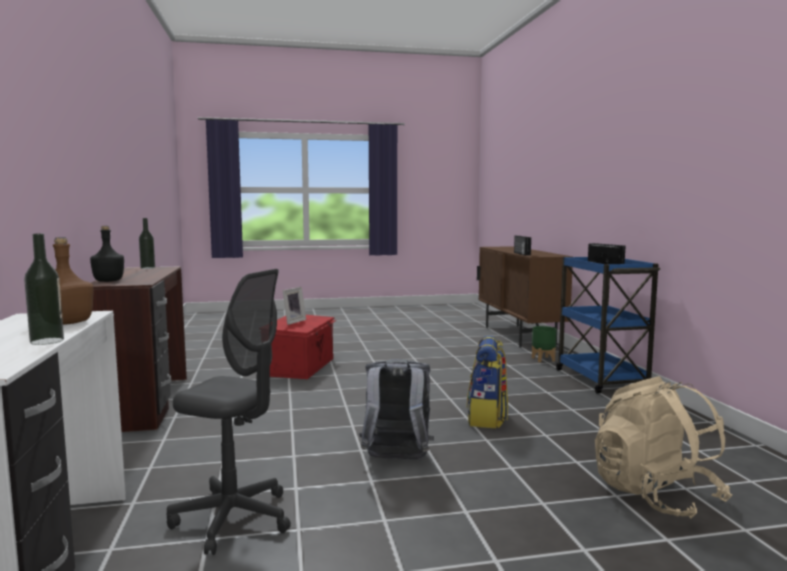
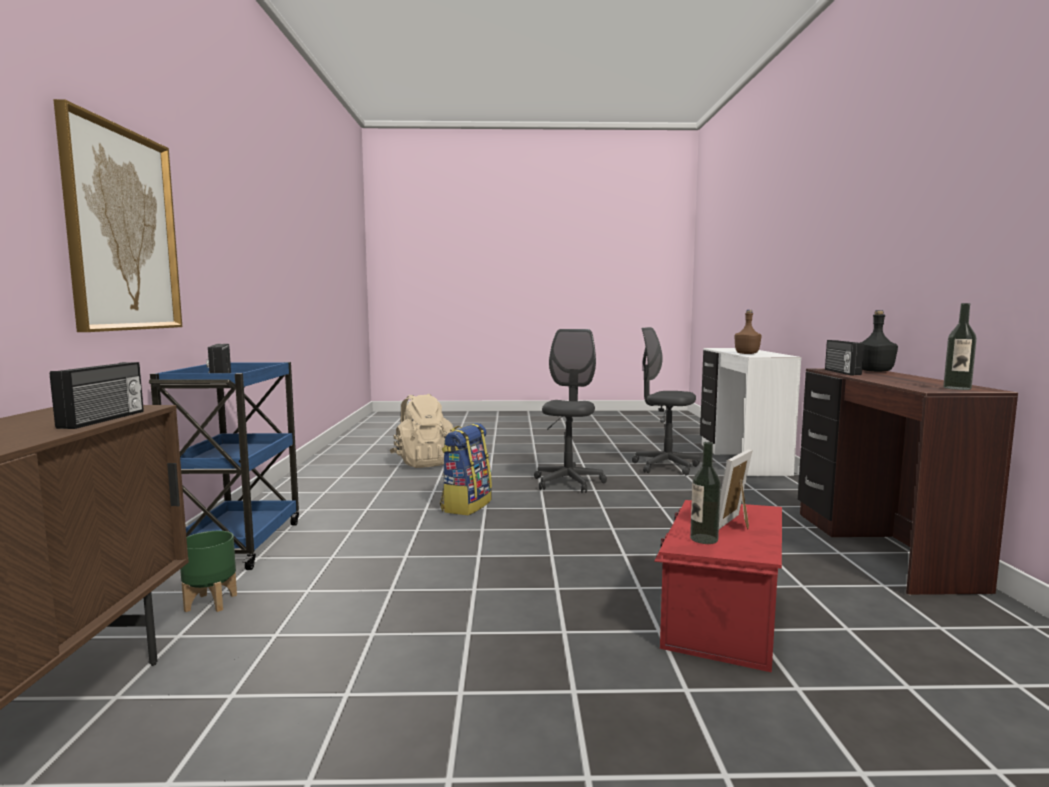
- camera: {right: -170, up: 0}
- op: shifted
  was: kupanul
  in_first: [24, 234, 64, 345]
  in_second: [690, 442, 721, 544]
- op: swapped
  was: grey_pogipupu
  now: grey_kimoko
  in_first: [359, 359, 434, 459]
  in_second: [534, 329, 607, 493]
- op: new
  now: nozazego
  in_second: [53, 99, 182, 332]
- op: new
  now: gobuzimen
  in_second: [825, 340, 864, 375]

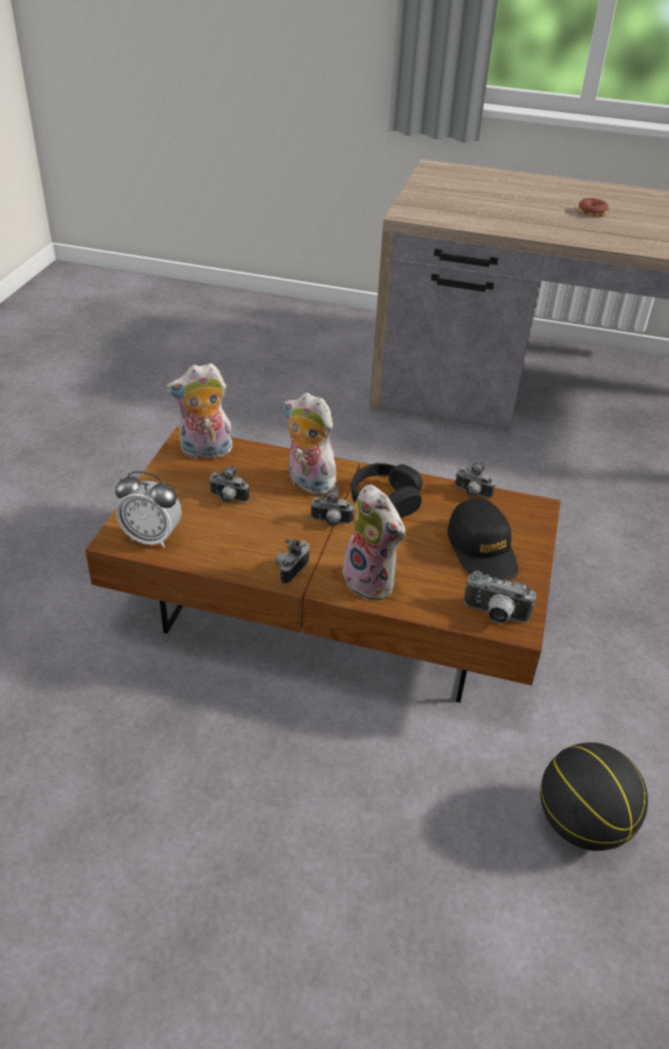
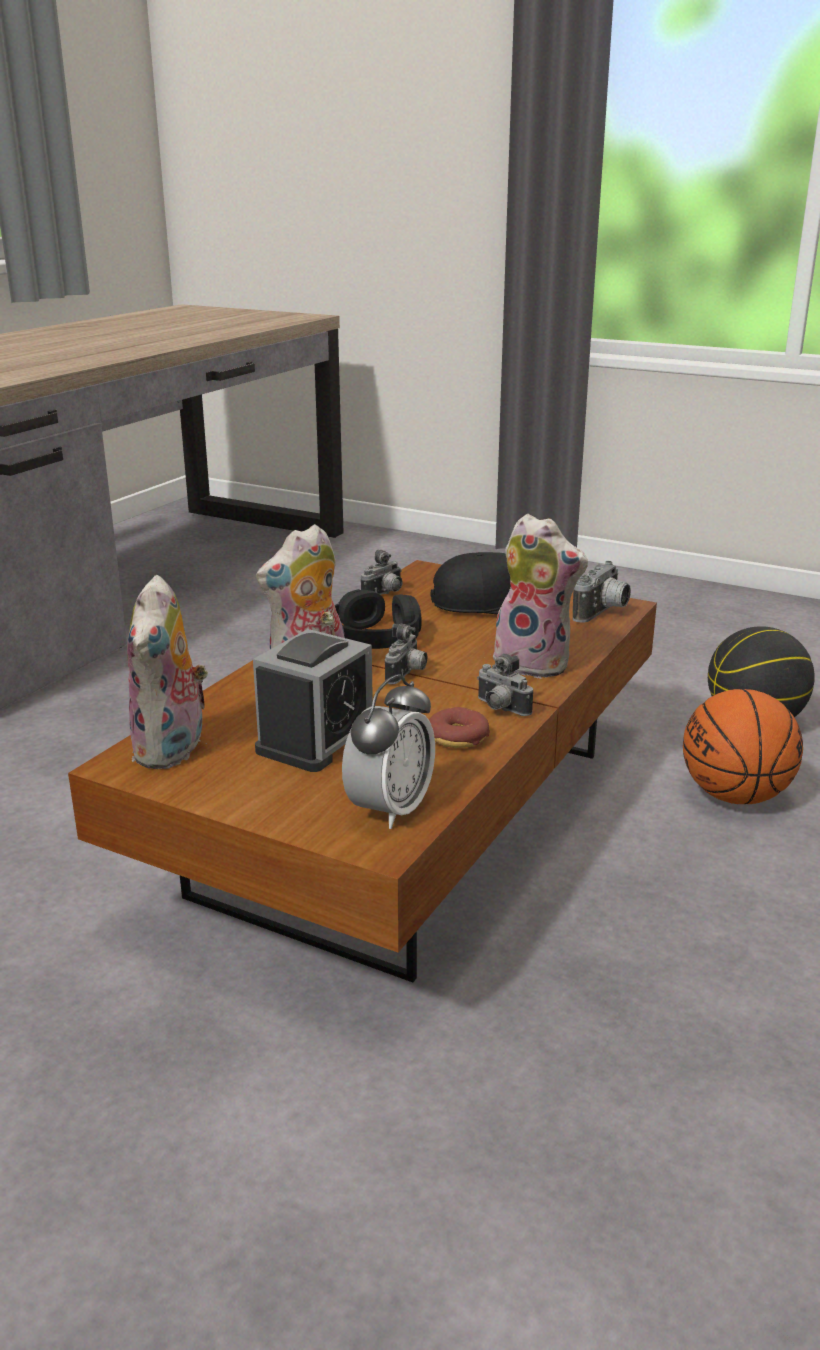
- camera: {right: -75, up: -15}
- op: swapped
  was: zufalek
  now: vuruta
  in_first: [209, 466, 249, 503]
  in_second: [253, 629, 373, 772]
- op: rotated
  was: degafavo
  in_first: [343, 485, 405, 601]
  in_second: [489, 514, 588, 679]
  clockwise: 60
- op: shifted
  was: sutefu
  in_first: [579, 198, 609, 217]
  in_second: [429, 707, 490, 748]
- op: new
  now: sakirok
  in_second: [683, 689, 803, 804]

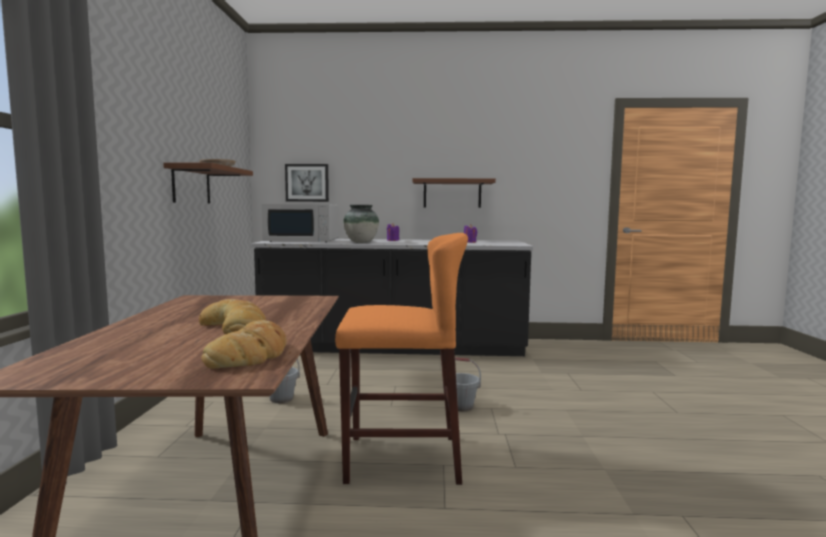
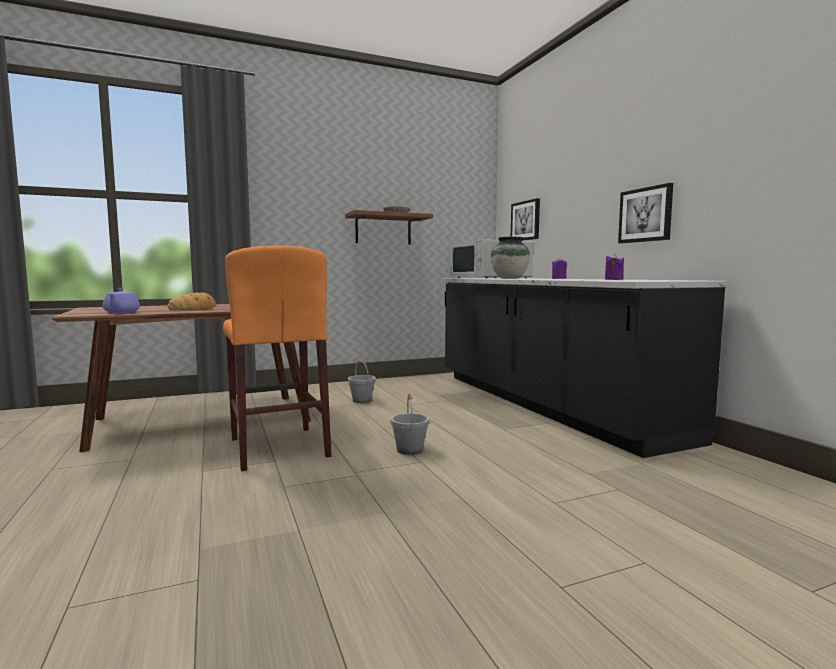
- camera: {right: 65, up: 0}
- op: swapped
  was: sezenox
  now: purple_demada
  in_first: [201, 320, 287, 369]
  in_second: [103, 288, 140, 313]
- op: swapped
  was: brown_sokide
  now: nozazego
  in_first: [412, 178, 496, 208]
  in_second: [618, 183, 673, 243]

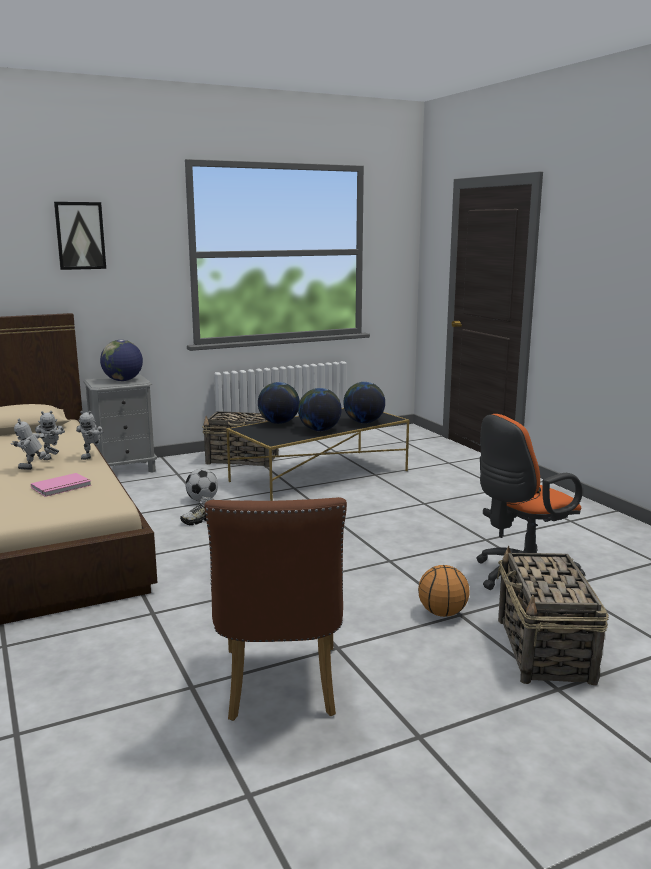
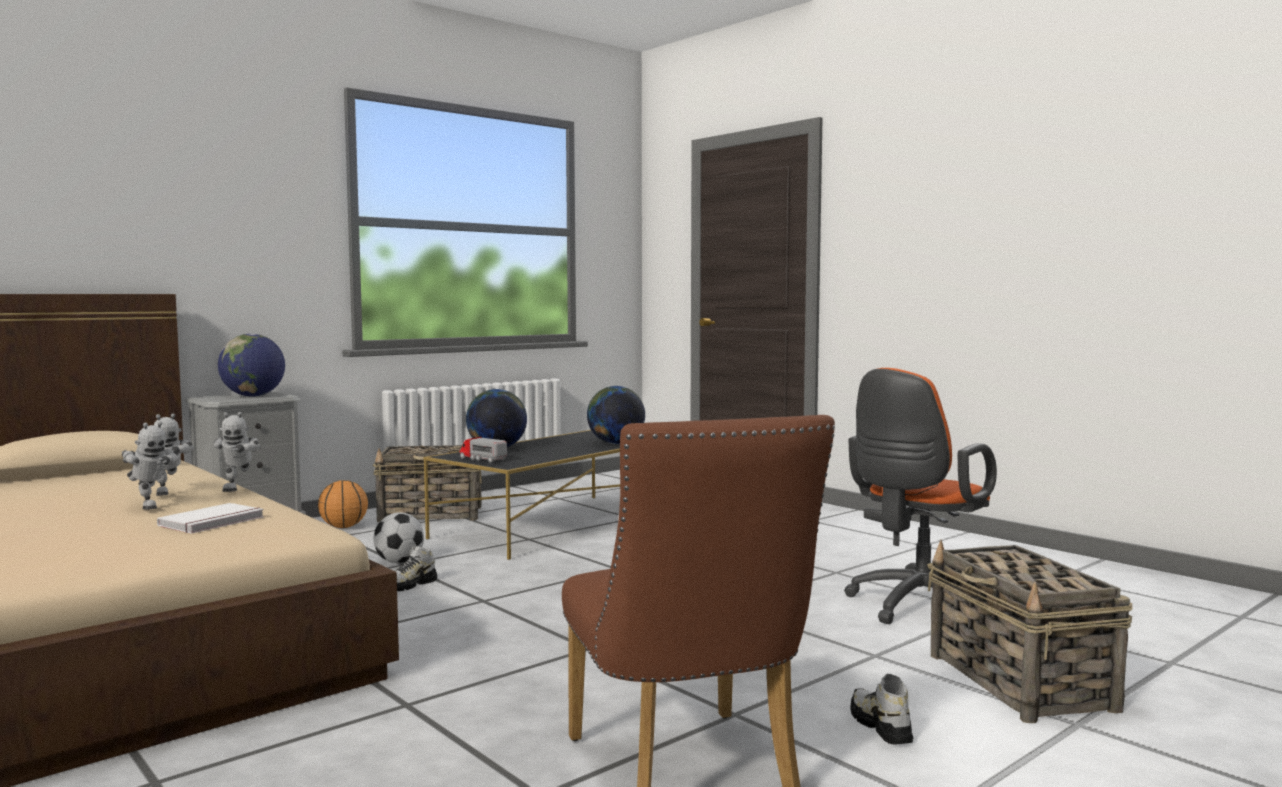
- camera: {right: -15, up: -10}
- op: rotated
  was: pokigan
  in_first: [11, 419, 59, 470]
  in_second: [121, 421, 180, 510]
  clockwise: -105
- op: repainted
  was: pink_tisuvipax
  now: white_tisuvipax
  in_first: [31, 473, 91, 497]
  in_second: [157, 503, 264, 534]
- op: gone
  was: nozazego
  in_first: [54, 202, 106, 270]
- op: gone
  was: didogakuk
  in_first: [298, 388, 342, 431]
- op: shifted
  was: sakirok
  in_first: [418, 565, 470, 617]
  in_second: [318, 480, 368, 528]
- op: new
  now: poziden
  in_second: [460, 437, 507, 463]
- op: new
  now: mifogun
  in_second: [850, 674, 913, 745]

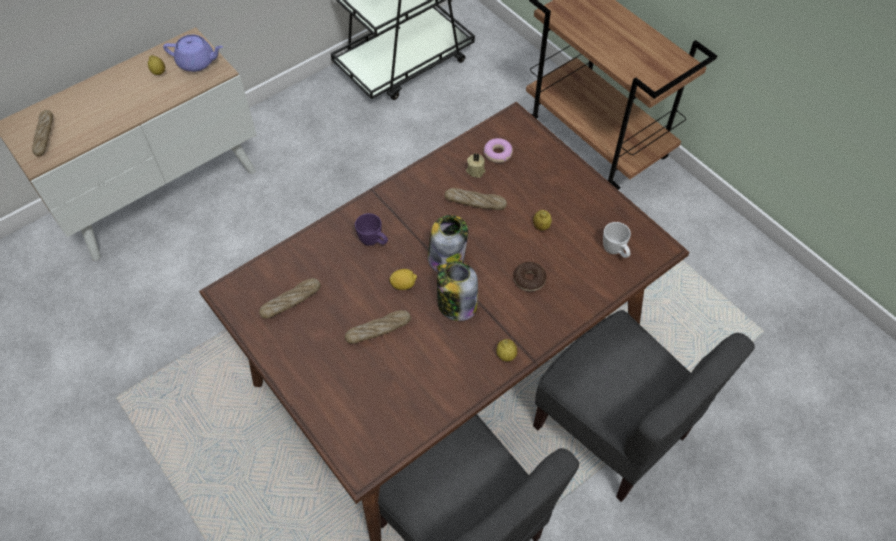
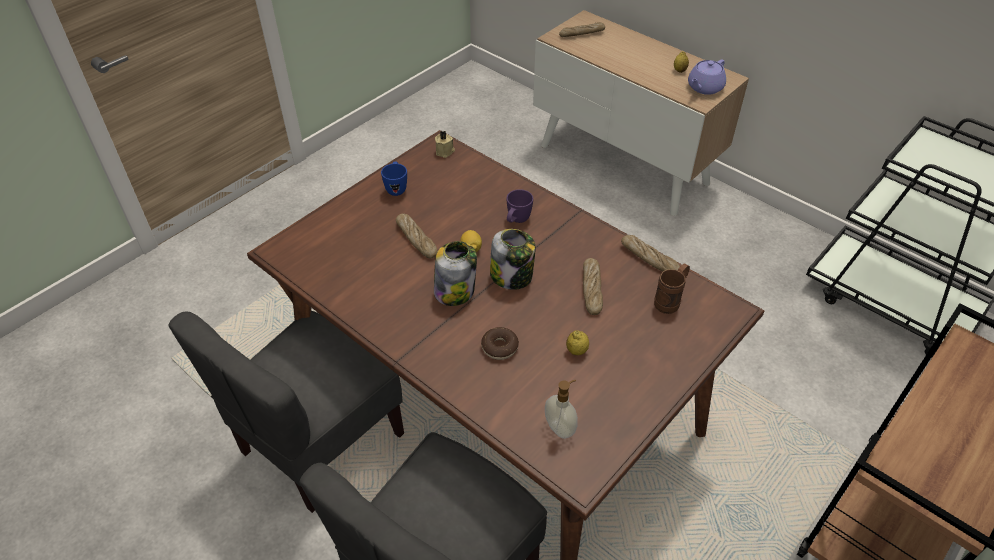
- camera: {right: 80, up: -10}
- op: rotated
  was: purple_demada
  in_first: [163, 35, 223, 72]
  in_second: [688, 59, 726, 95]
  clockwise: 45
- op: shifted
  was: sezenox
  in_first: [259, 278, 321, 319]
  in_second: [621, 235, 680, 272]
- op: shifted
  was: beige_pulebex
  in_first: [466, 153, 485, 178]
  in_second: [435, 131, 455, 158]
- op: swapped
  was: sutefu
  now: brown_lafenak
  in_first: [484, 138, 513, 163]
  in_second: [654, 263, 690, 314]
- op: gone
  was: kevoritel
  in_first: [497, 339, 517, 361]
- op: swapped
  was: white_lafenak
  now: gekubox
  in_first: [603, 222, 631, 258]
  in_second: [545, 380, 578, 439]
- op: new
  now: blue_lafenak
  in_second: [381, 161, 407, 196]

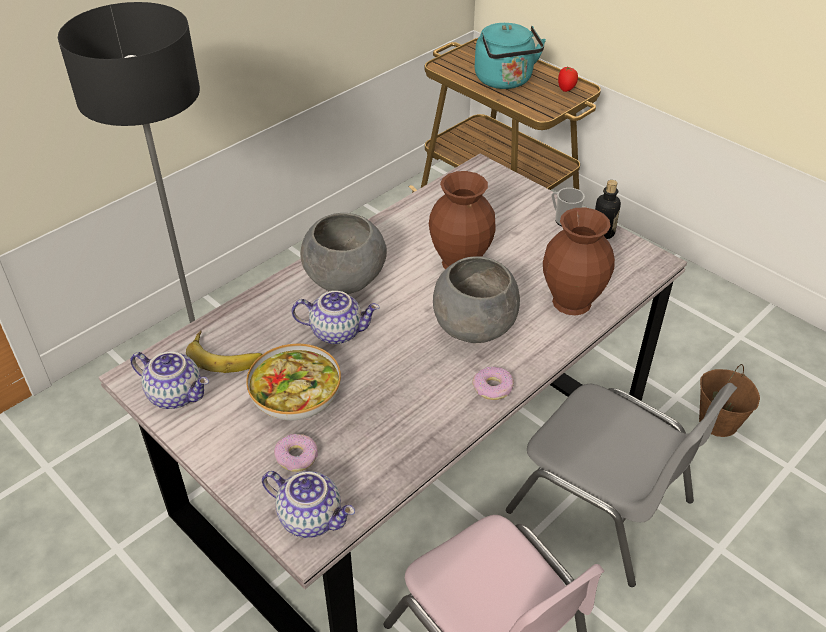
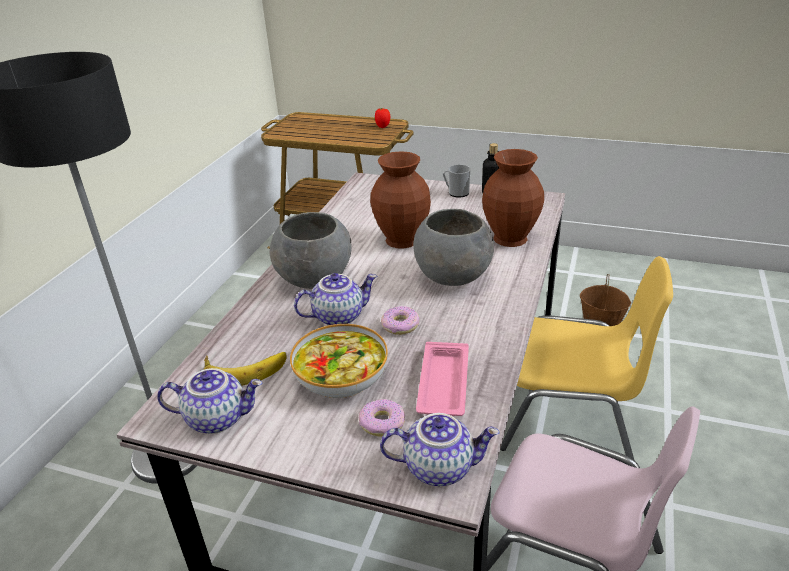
- camera: {right: -25, up: -10}
- op: shifted
  was: sutefu
  in_first: [472, 367, 514, 400]
  in_second: [381, 306, 419, 335]
- op: gone
  was: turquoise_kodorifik
  in_first: [475, 23, 546, 89]
- op: repainted
  was: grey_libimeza
  now: yellow_libimeza
  in_first: [506, 383, 737, 587]
  in_second: [500, 256, 673, 461]
- op: new
  now: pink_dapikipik
  in_second: [416, 342, 469, 416]

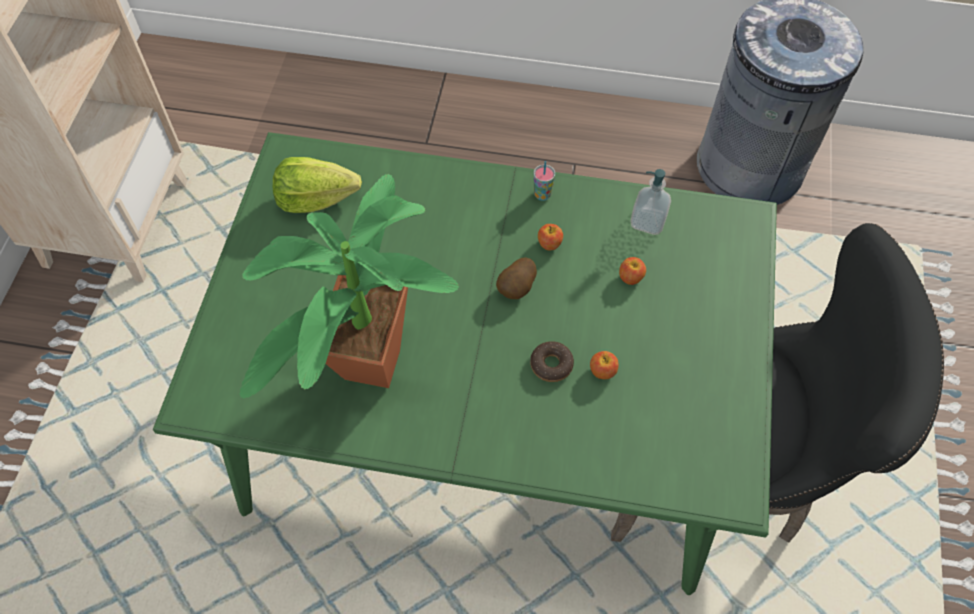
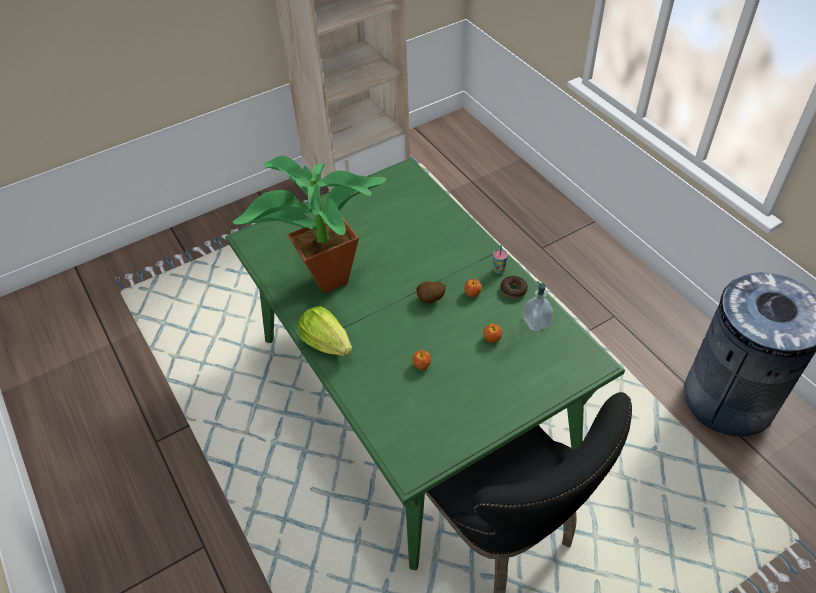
- camera: {right: 50, up: -10}
- op: shifted
  was: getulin
  in_first: [273, 157, 362, 213]
  in_second: [298, 306, 352, 356]
- op: shifted
  was: sutefu
  in_first: [530, 341, 574, 382]
  in_second: [500, 276, 528, 299]

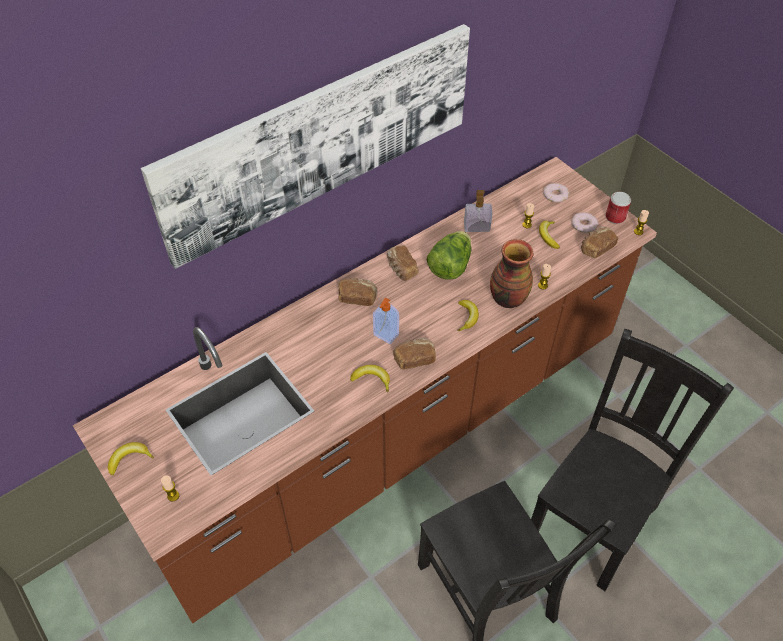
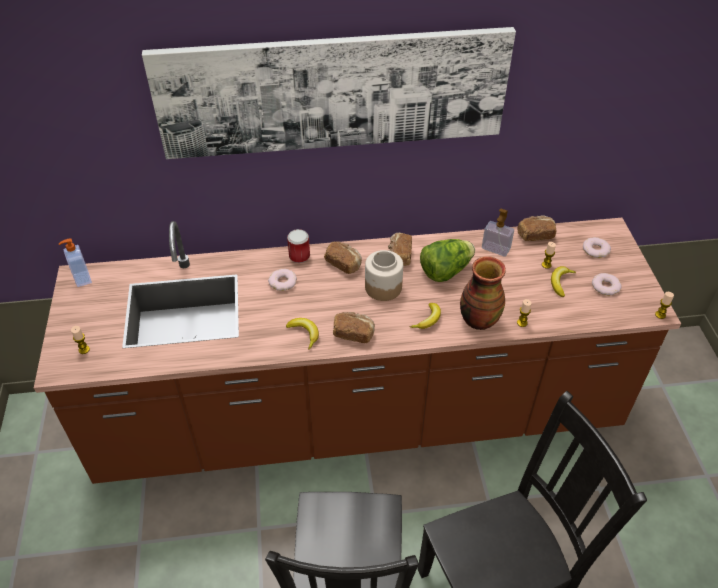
- camera: {right: 30, up: -5}
- op: gone
  was: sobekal
  in_first: [108, 442, 154, 475]
- op: shifted
  was: gekubox
  in_first: [373, 298, 399, 344]
  in_second: [59, 238, 92, 287]
- op: shifted
  was: sezenox
  in_first: [581, 227, 618, 258]
  in_second: [518, 216, 556, 241]
- op: shifted
  was: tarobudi
  in_first: [606, 192, 631, 224]
  in_second: [287, 229, 310, 263]
- op: new
  now: sutefu
  in_second: [268, 269, 297, 291]
- op: new
  now: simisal
  in_second: [365, 250, 403, 301]

